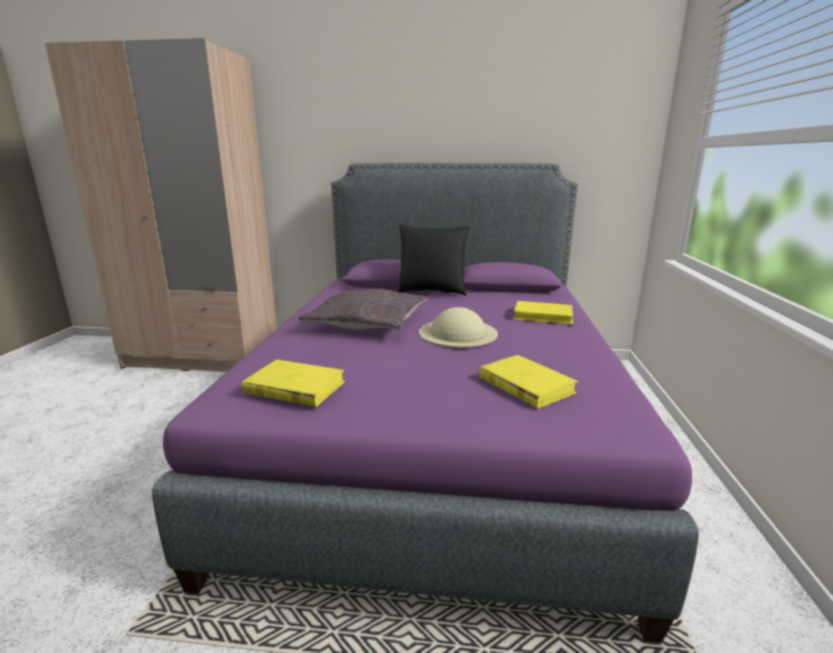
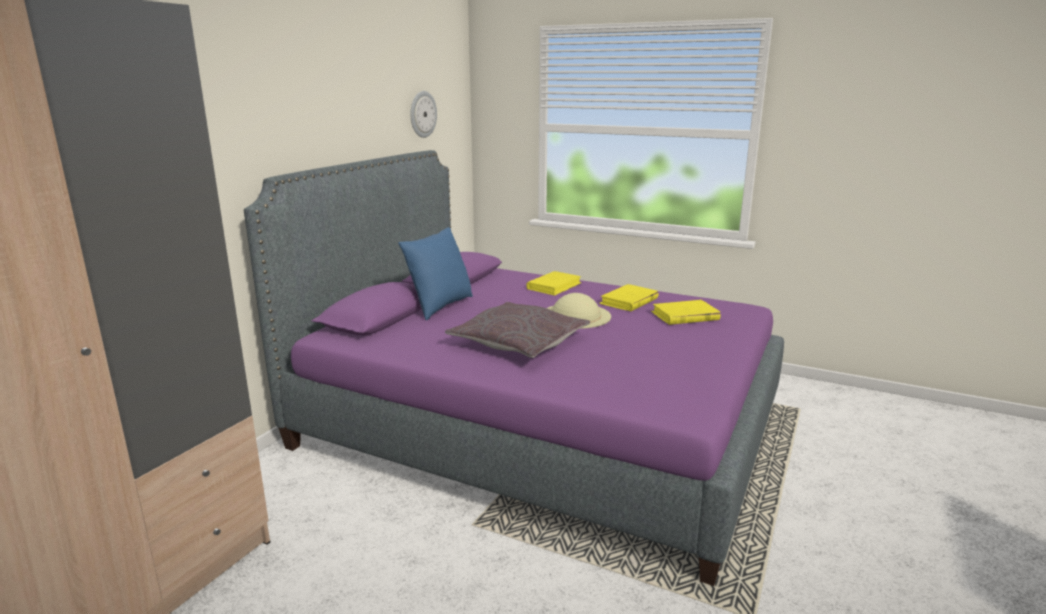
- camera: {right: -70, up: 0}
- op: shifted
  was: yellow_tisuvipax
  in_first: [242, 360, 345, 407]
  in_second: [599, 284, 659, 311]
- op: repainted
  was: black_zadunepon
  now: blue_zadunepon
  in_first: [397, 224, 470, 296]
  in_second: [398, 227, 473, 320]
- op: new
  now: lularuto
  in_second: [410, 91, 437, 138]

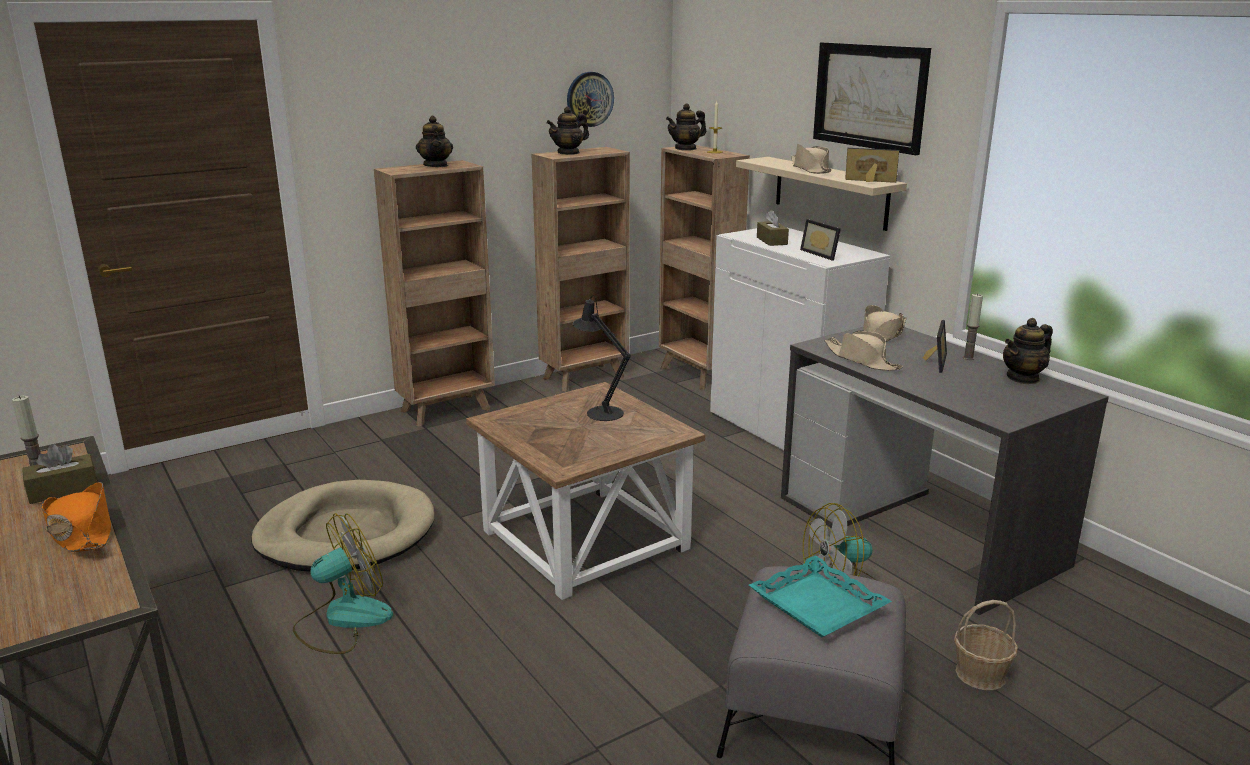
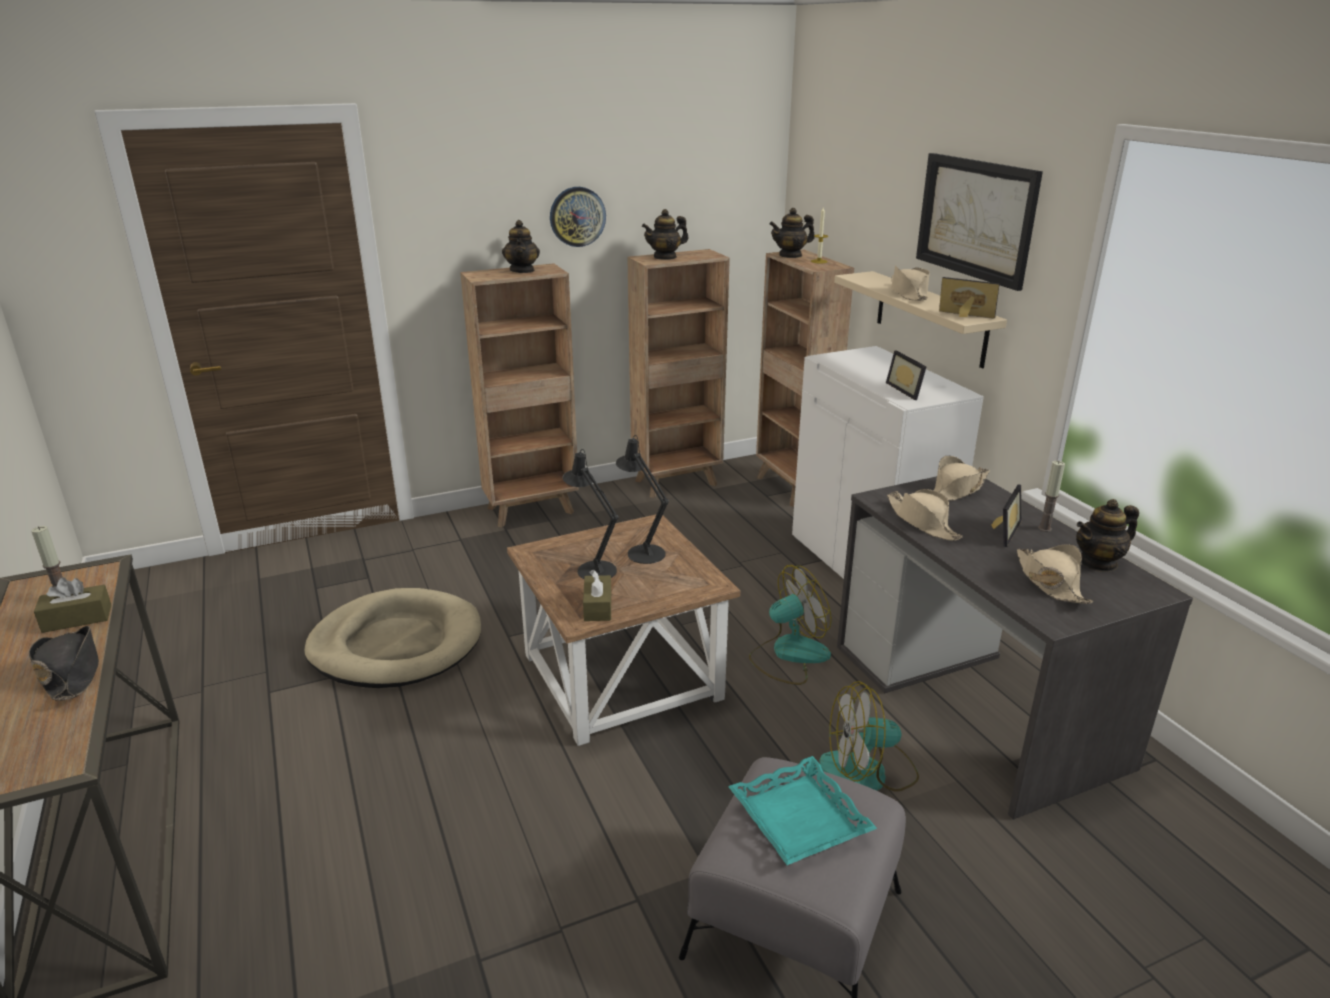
- camera: {right: 10, up: 5}
- op: repainted
  was: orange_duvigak
  now: black_duvigak
  in_first: [42, 482, 111, 552]
  in_second: [29, 626, 99, 701]
- op: shifted
  was: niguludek
  in_first: [293, 513, 393, 654]
  in_second: [749, 565, 832, 685]
- op: shifted
  was: lularuto
  in_first: [567, 72, 614, 127]
  in_second: [550, 187, 606, 247]
- op: shifted
  was: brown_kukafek
  in_first: [757, 210, 789, 246]
  in_second: [583, 570, 611, 621]
- op: gone
  was: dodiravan
  in_first: [954, 600, 1018, 690]
- op: new
  now: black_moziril
  in_second: [563, 449, 619, 579]
- op: new
  now: beige_duvigak
  in_second: [1017, 544, 1093, 604]

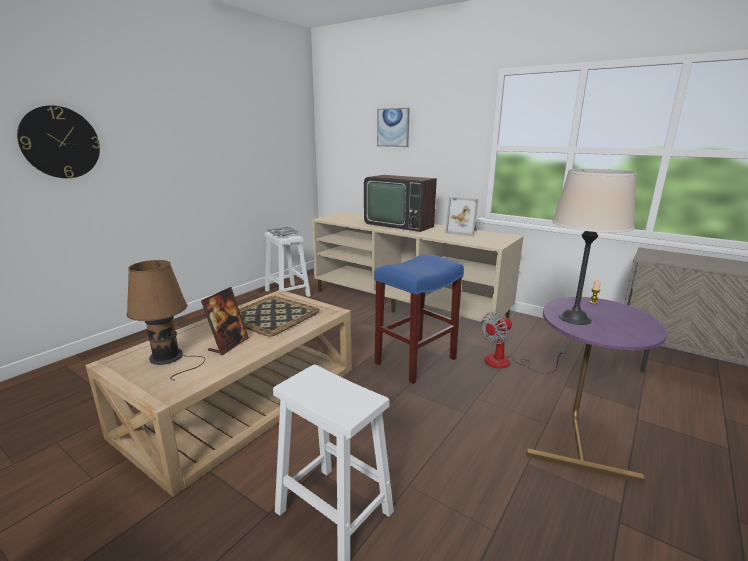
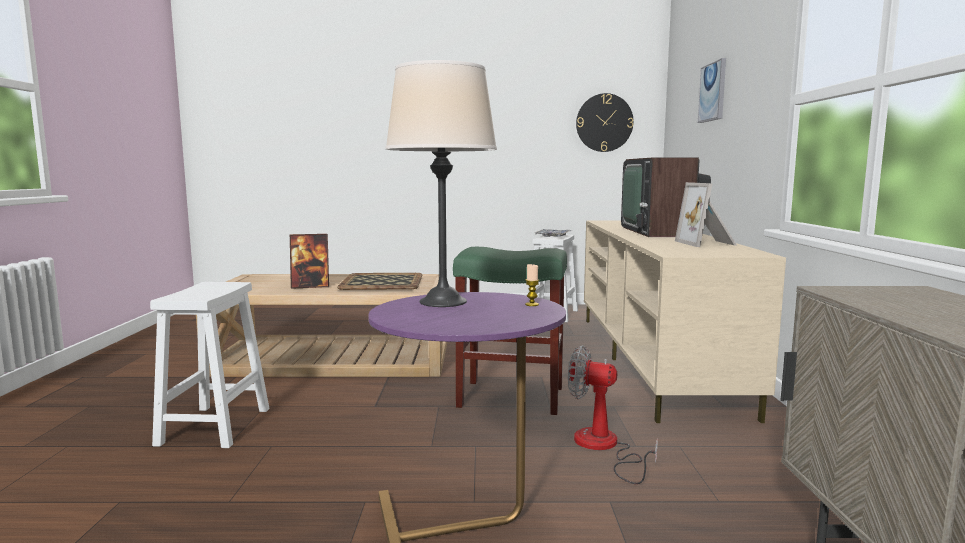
- camera: {right: 55, up: -10}
- op: shifted
  was: lularuto
  in_first: [17, 105, 100, 178]
  in_second: [576, 93, 634, 152]
- op: gone
  was: brown_moziril
  in_first: [127, 260, 205, 381]
- op: repainted
  was: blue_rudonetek
  now: green_rudonetek
  in_first: [374, 254, 464, 384]
  in_second: [453, 247, 567, 415]

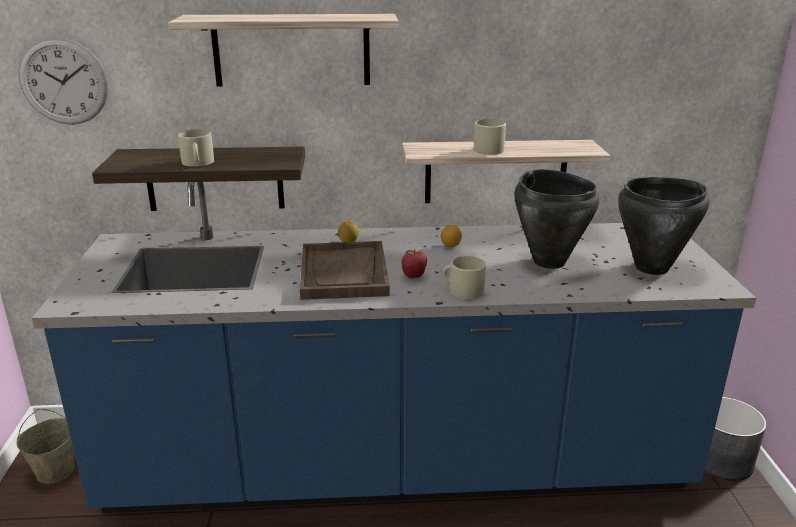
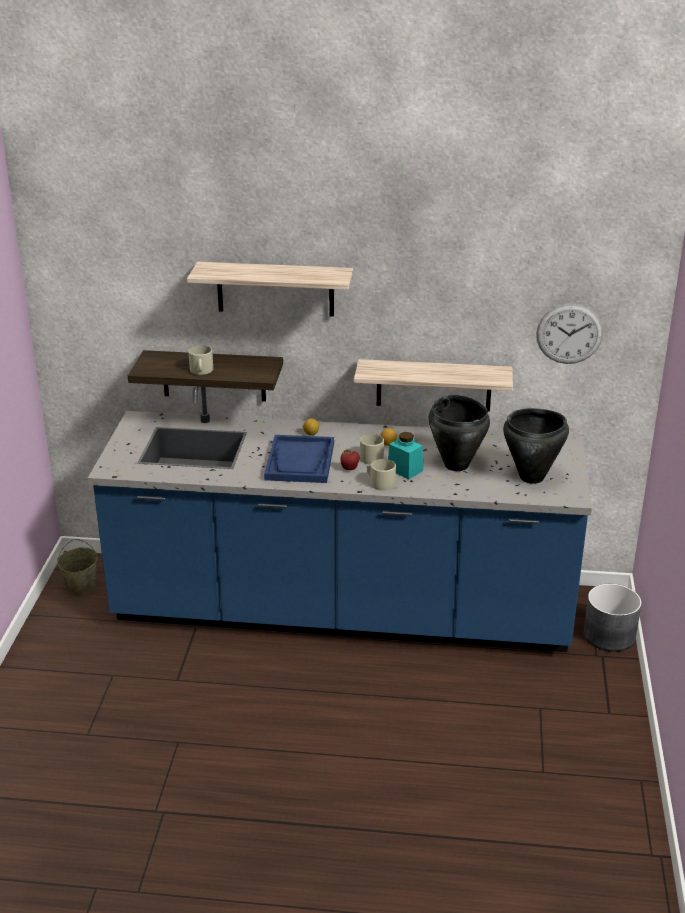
- camera: {right: 10, up: 5}
- op: shifted
  was: lularuto
  in_first: [18, 37, 108, 125]
  in_second: [536, 303, 603, 364]
- op: repainted
  was: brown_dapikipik
  now: blue_dapikipik
  in_first: [300, 241, 390, 300]
  in_second: [264, 435, 334, 483]
- op: shifted
  was: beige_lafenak
  in_first: [474, 119, 506, 155]
  in_second: [360, 434, 384, 464]
- op: new
  now: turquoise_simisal
  in_second: [388, 432, 423, 479]

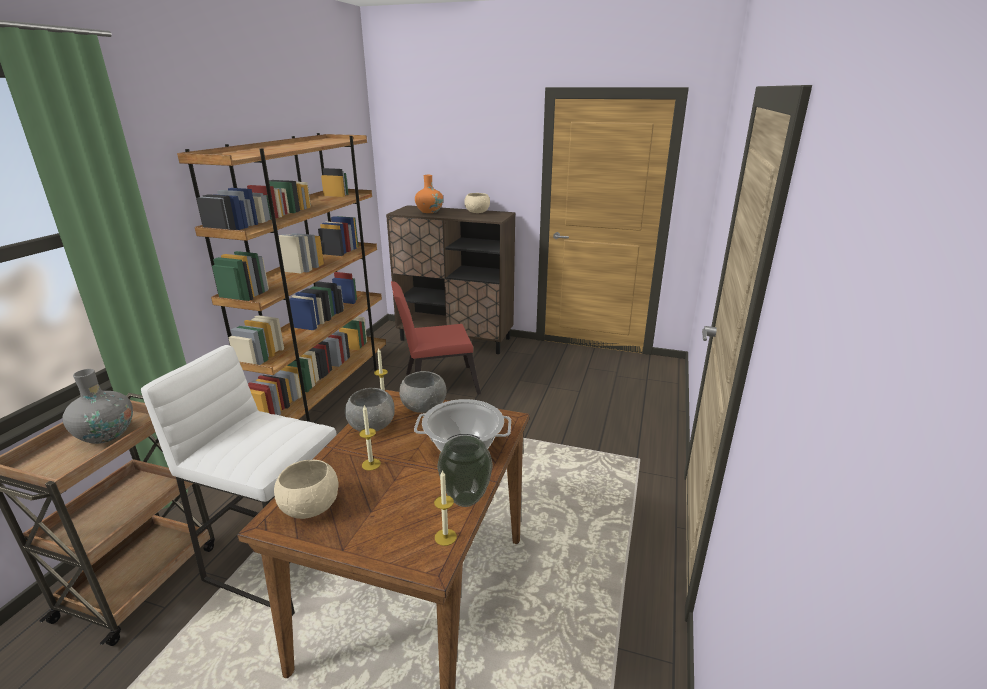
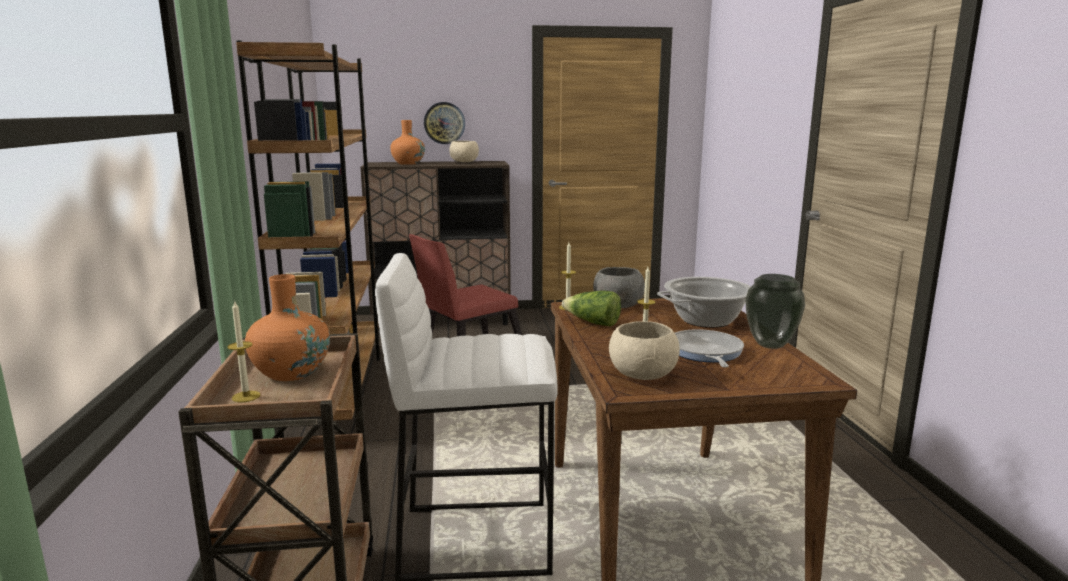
- camera: {right: -25, up: -10}
- op: repainted
  was: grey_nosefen
  now: orange_nosefen
  in_first: [63, 369, 133, 444]
  in_second: [245, 274, 330, 381]
- op: swapped
  was: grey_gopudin
  now: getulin
  in_first: [345, 388, 395, 431]
  in_second: [562, 291, 621, 326]
- op: shifted
  was: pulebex
  in_first: [434, 470, 457, 546]
  in_second: [227, 300, 261, 402]
- op: new
  now: lularuto
  in_second: [424, 102, 465, 144]
- op: new
  now: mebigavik
  in_second: [675, 329, 744, 368]

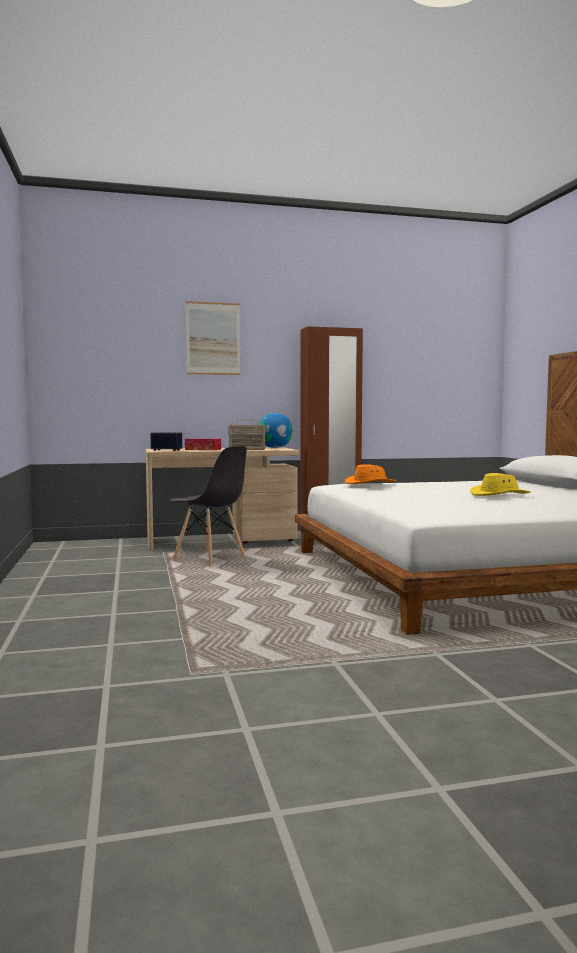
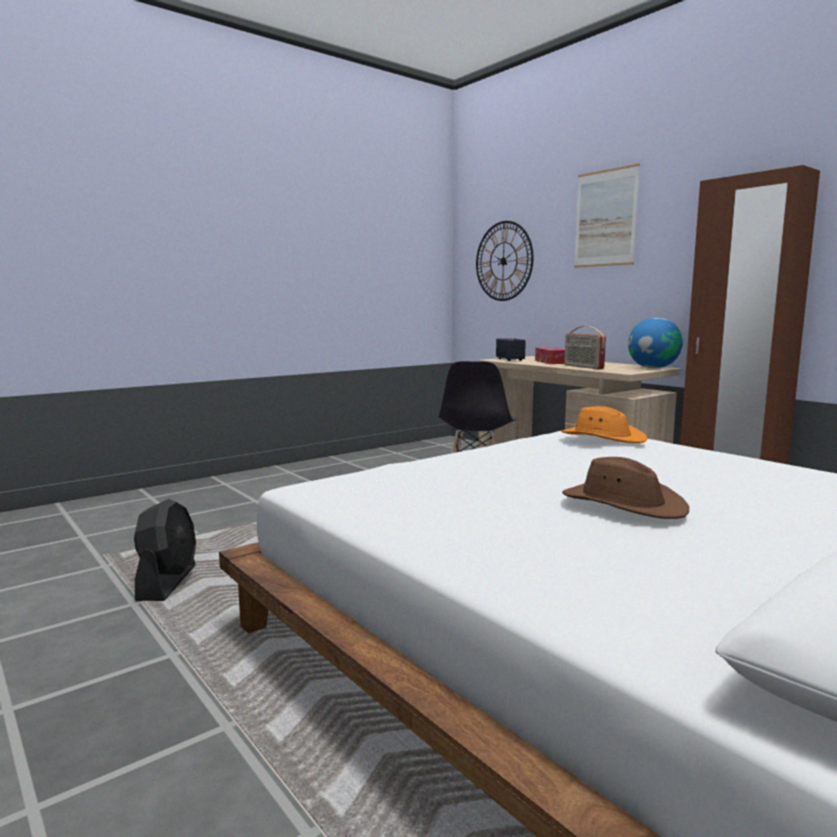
- camera: {right: 65, up: 5}
- op: repainted
  was: yellow_duvigak
  now: brown_duvigak
  in_first: [470, 473, 531, 496]
  in_second: [562, 457, 689, 519]
- op: new
  now: black_niguludek
  in_second: [134, 499, 196, 601]
- op: new
  now: lularuto
  in_second: [476, 221, 533, 301]

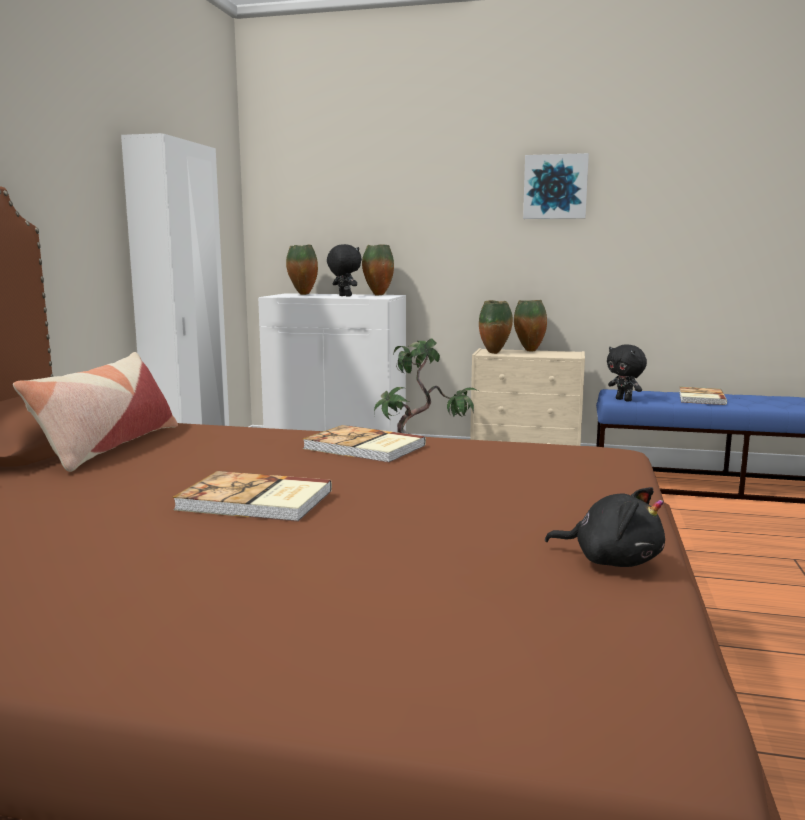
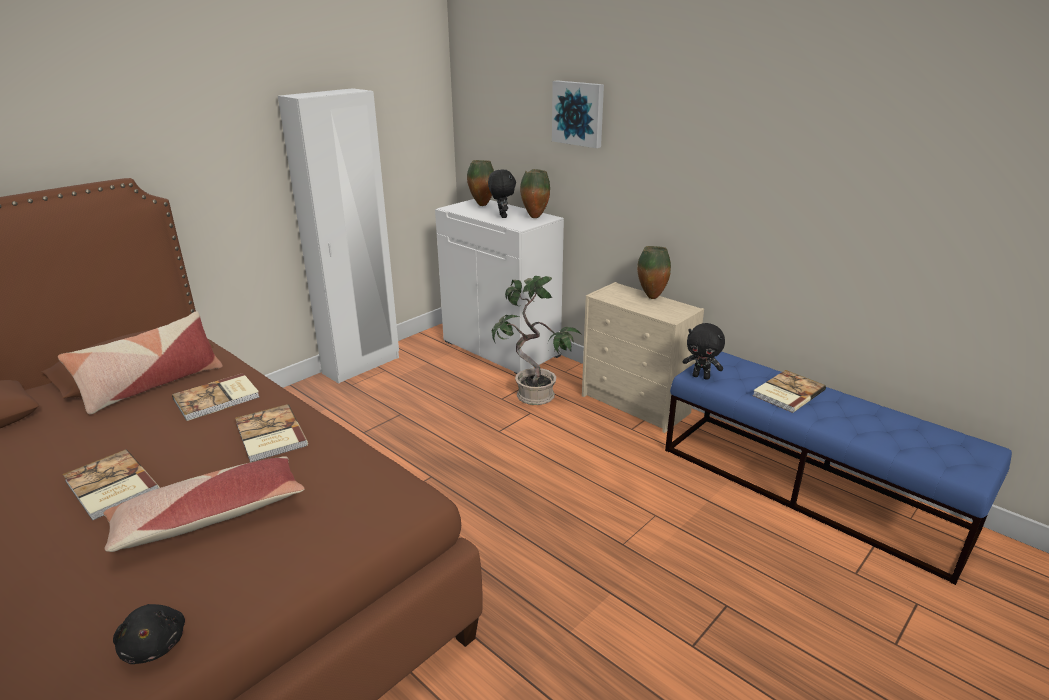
- camera: {right: 30, up: 15}
- op: gone
  was: nosefen
  in_first: [479, 300, 513, 354]
- op: shifted
  was: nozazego
  in_first: [523, 153, 589, 219]
  in_second: [552, 80, 604, 148]
- op: rotated
  was: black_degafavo
  in_first: [607, 345, 647, 402]
  in_second: [683, 323, 725, 380]
  clockwise: -60
- op: new
  now: zadunepon
  in_second: [103, 456, 305, 552]
- op: new
  now: tisuvipax
  in_second: [172, 373, 260, 421]

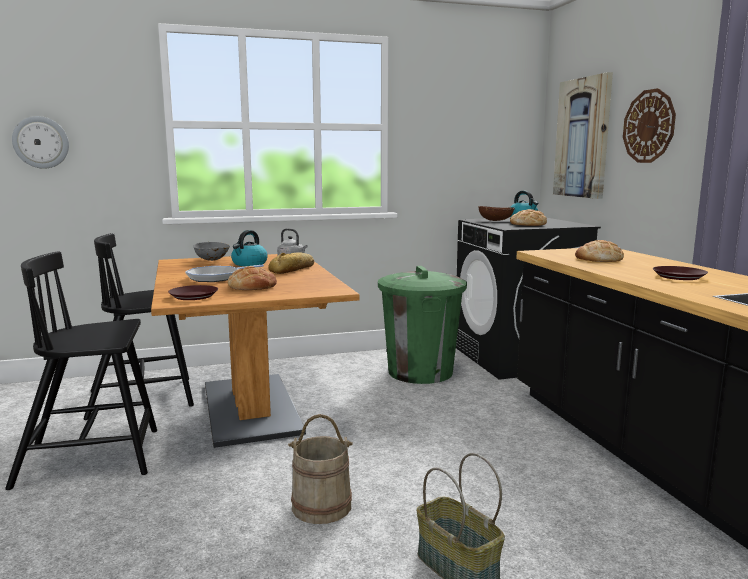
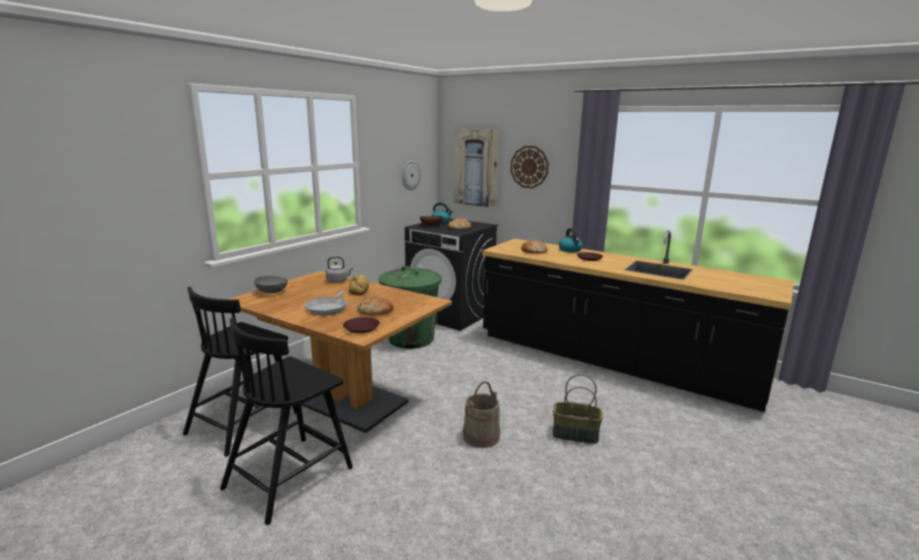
- camera: {right: -40, up: 5}
- op: shifted
  was: lularuto
  in_first: [12, 116, 69, 169]
  in_second: [402, 160, 421, 190]
- op: shifted
  was: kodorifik
  in_first: [231, 230, 268, 266]
  in_second: [559, 228, 583, 252]

